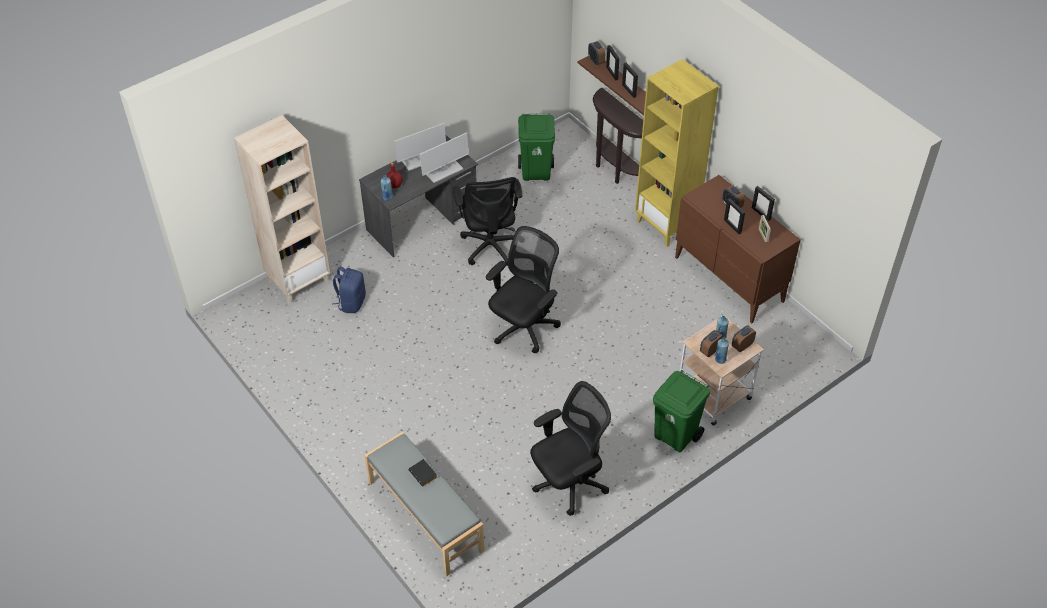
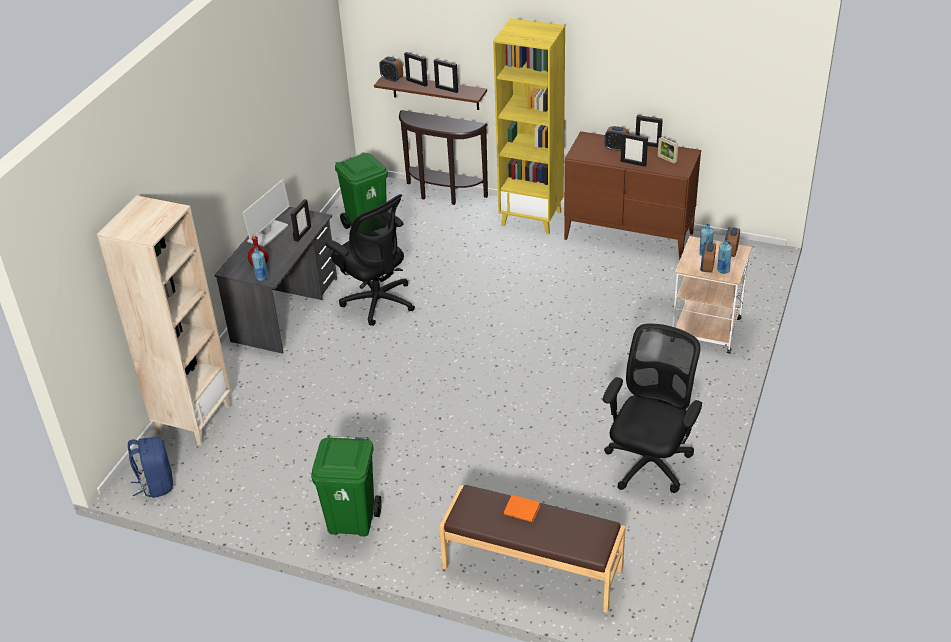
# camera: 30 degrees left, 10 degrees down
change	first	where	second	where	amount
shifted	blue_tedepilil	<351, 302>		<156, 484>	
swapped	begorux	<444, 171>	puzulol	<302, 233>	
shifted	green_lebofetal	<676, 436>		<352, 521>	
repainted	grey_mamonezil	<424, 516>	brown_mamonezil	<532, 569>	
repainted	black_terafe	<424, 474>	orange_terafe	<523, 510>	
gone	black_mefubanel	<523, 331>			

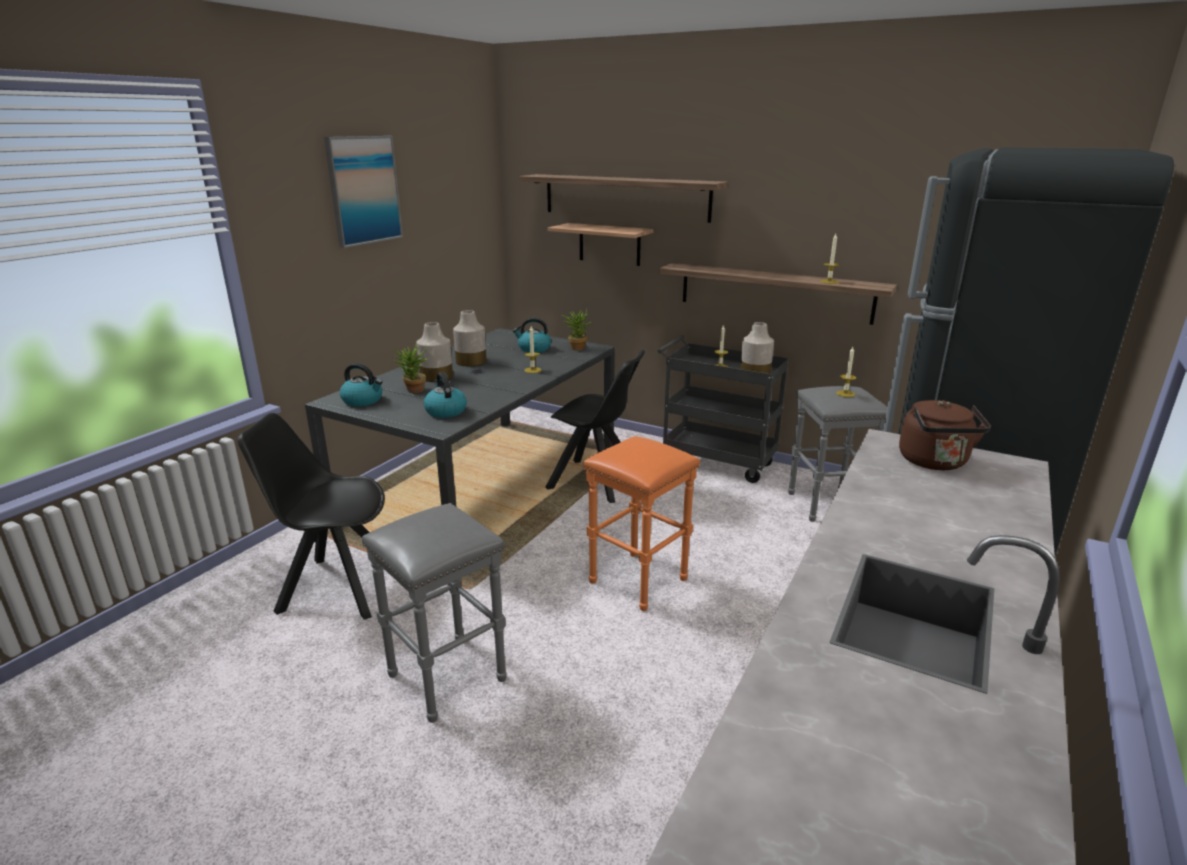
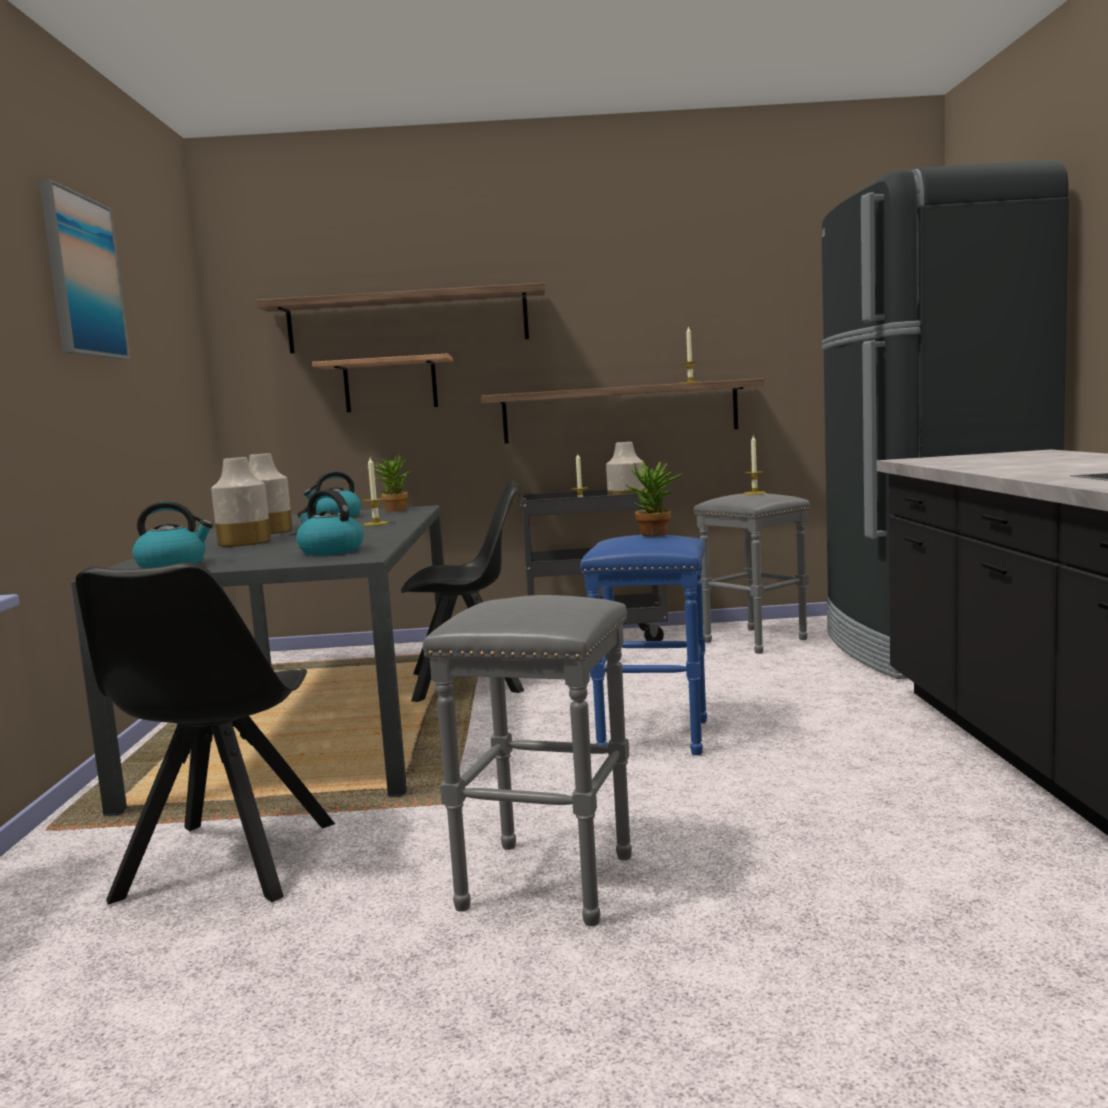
# camera: 30 degrees left, 15 degrees down
change	first	where	second	where	amount
rotated	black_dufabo	<337, 587>		<225, 864>	60 degrees counterclockwise
repainted	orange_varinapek	<640, 580>	blue_varinapek	<656, 735>	
shifted	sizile	<414, 391>		<656, 535>	
gone	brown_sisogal	<935, 463>			

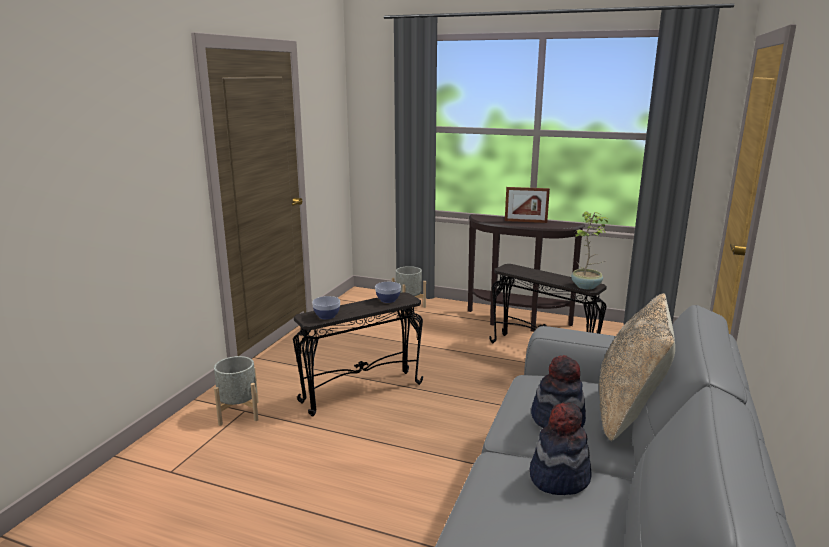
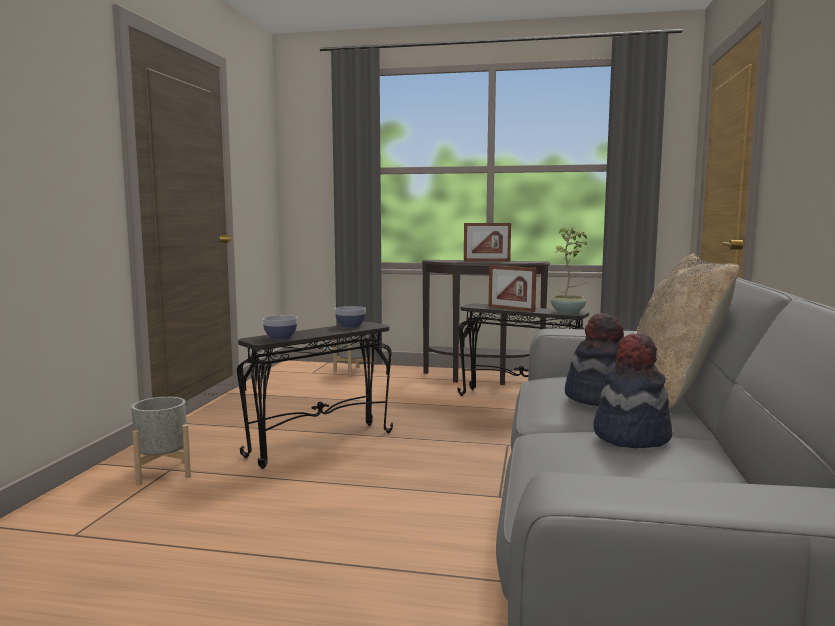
# camera: 10 degrees left, 10 degrees down
change	first	where	second	where	amount
new			puzulol	<511, 309>	

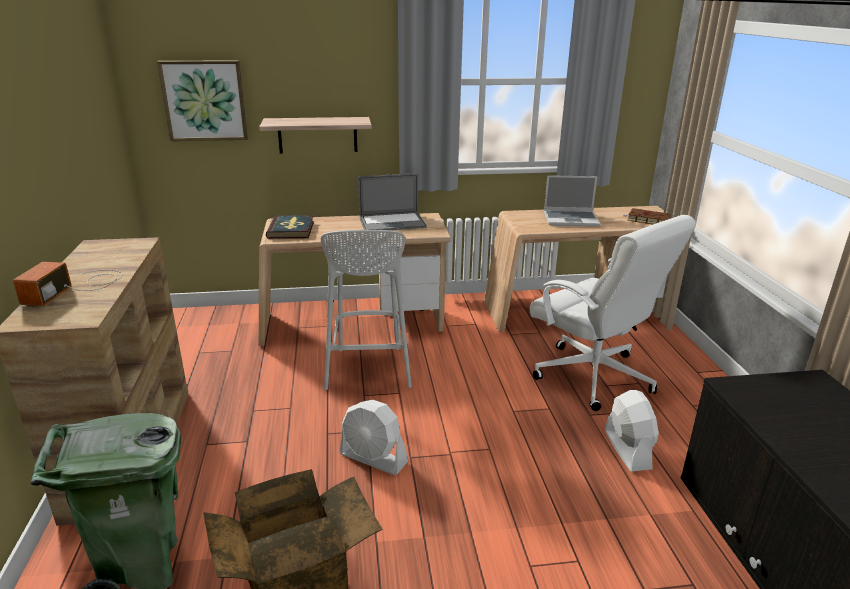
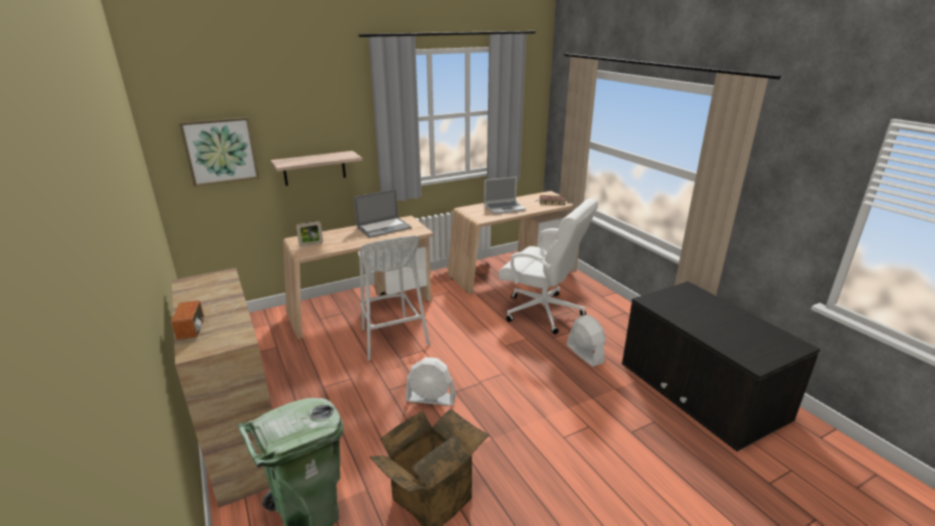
# camera: 20 degrees left, 0 degrees up
change	first	where	second	where	amount
swapped	terafe	<291, 230>	puzulol	<311, 244>	

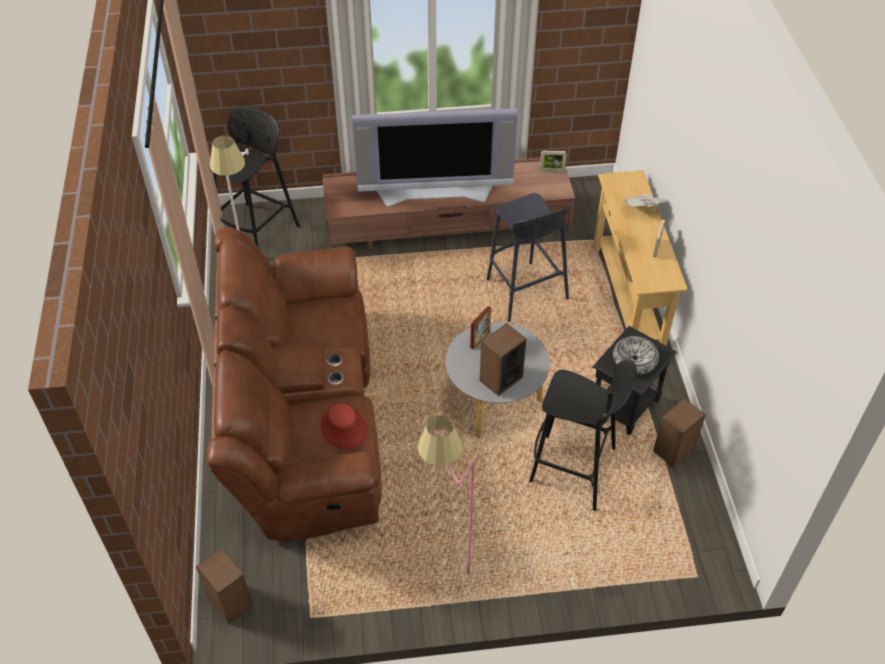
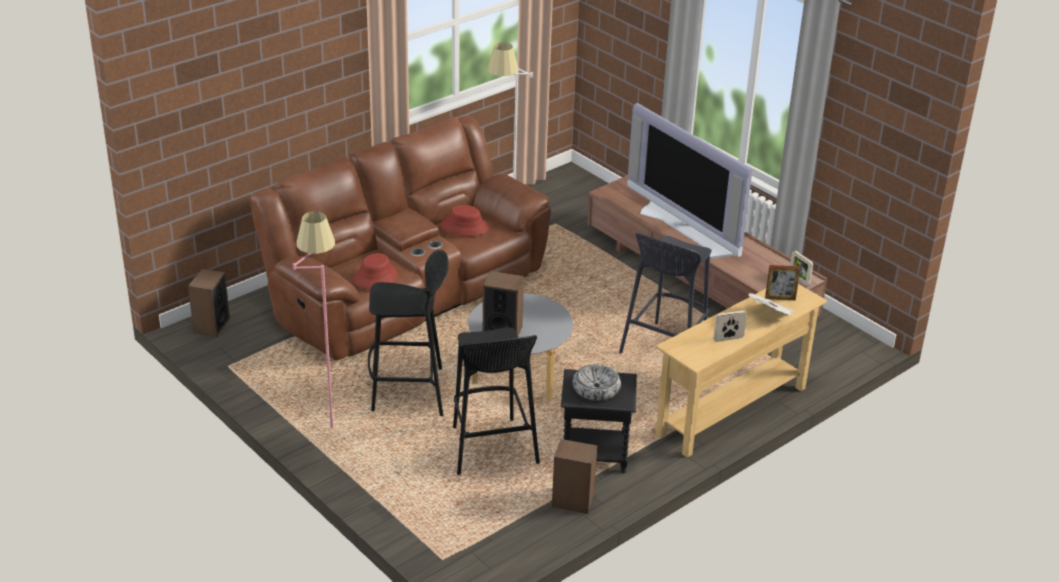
# camera: 55 degrees right, 15 degrees down
change	first	where	second	where	amount
shifted	black_varinapek	<257, 230>		<410, 392>	
new			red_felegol	<464, 227>	
shifted	puzulol	<480, 339>		<780, 298>	

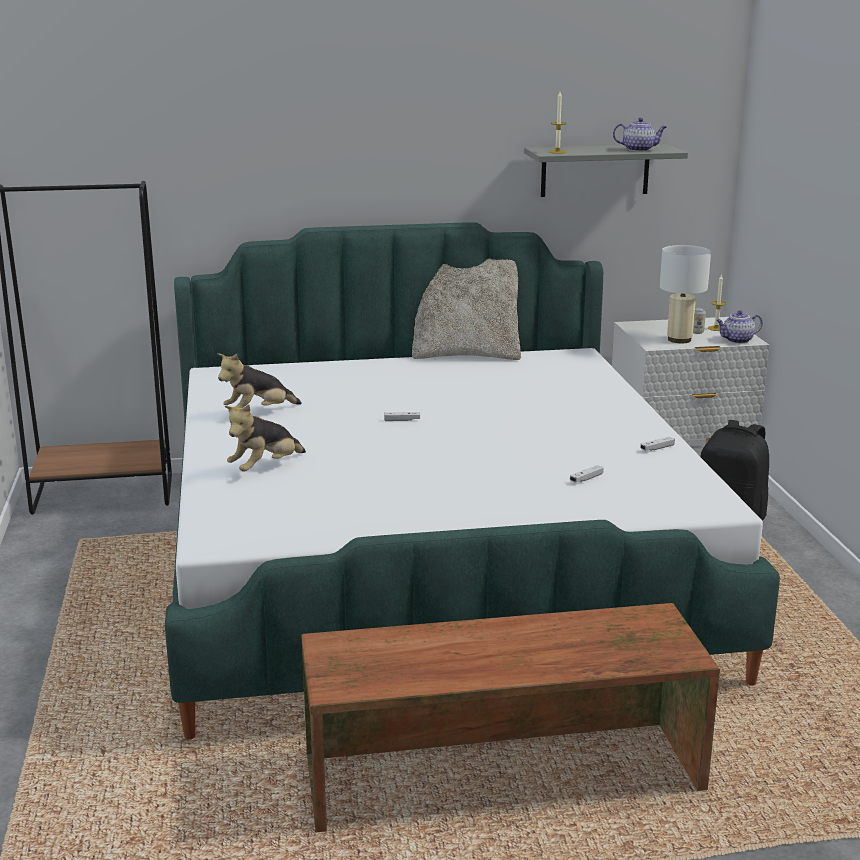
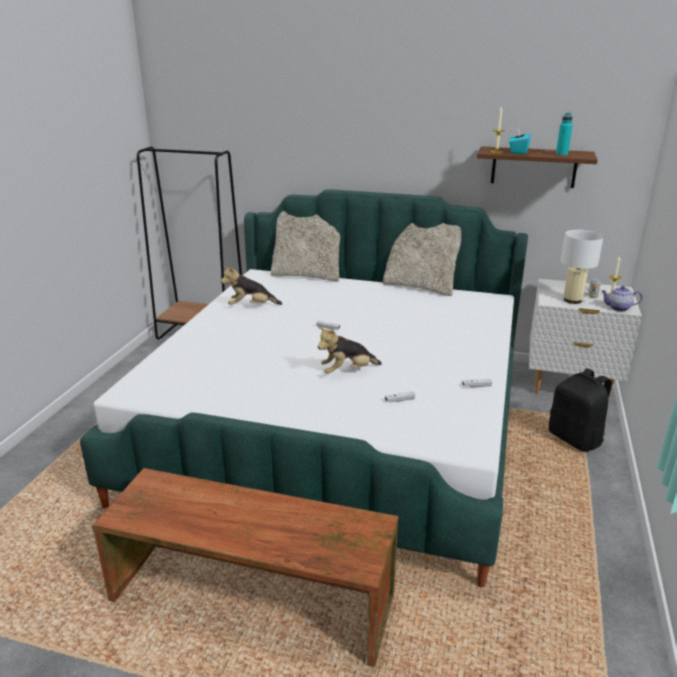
# camera: 25 degrees right, 5 degrees up
change	first	where	second	where	amount
new			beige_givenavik	<307, 274>	
shifted	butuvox	<265, 468>		<347, 371>	
repainted	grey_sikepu	<595, 170>	brown_sikepu	<533, 167>	
new			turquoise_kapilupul	<518, 152>	
swapped	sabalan	<639, 150>	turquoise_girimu	<561, 154>	

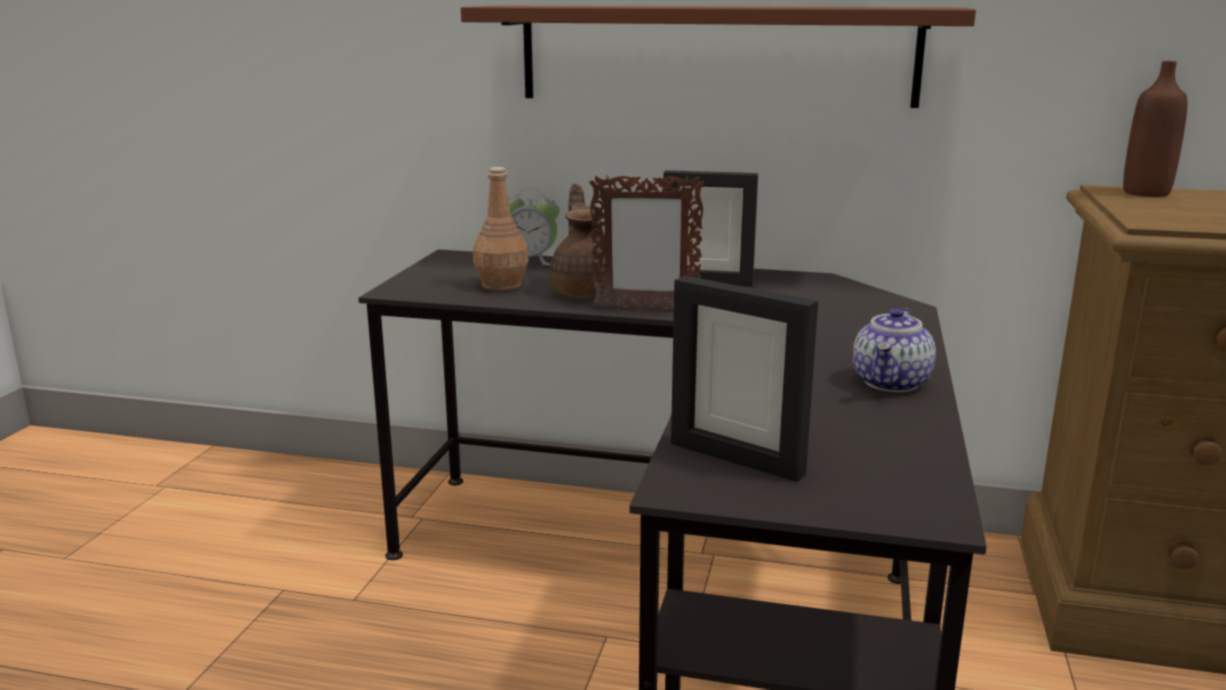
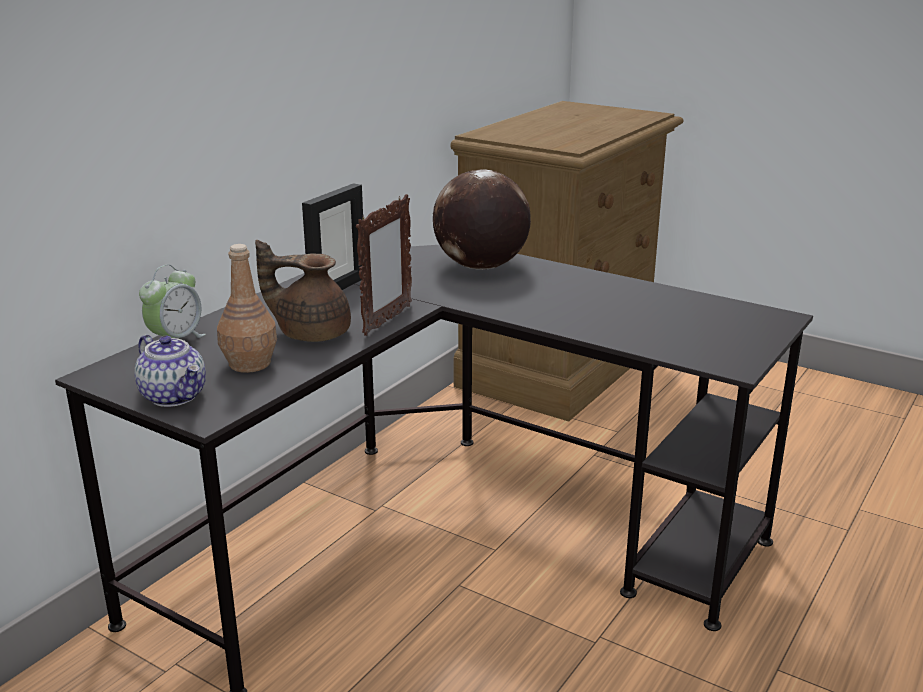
# camera: 70 degrees left, 5 degrees up
change	first	where	second	where	amount
shifted	sabalan	<892, 383>		<175, 396>	
new			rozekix	<480, 267>	
gone	brown_sikepu	<715, 55>			
gone	puzulol	<737, 457>			
gone	brown_girimu	<1146, 193>			

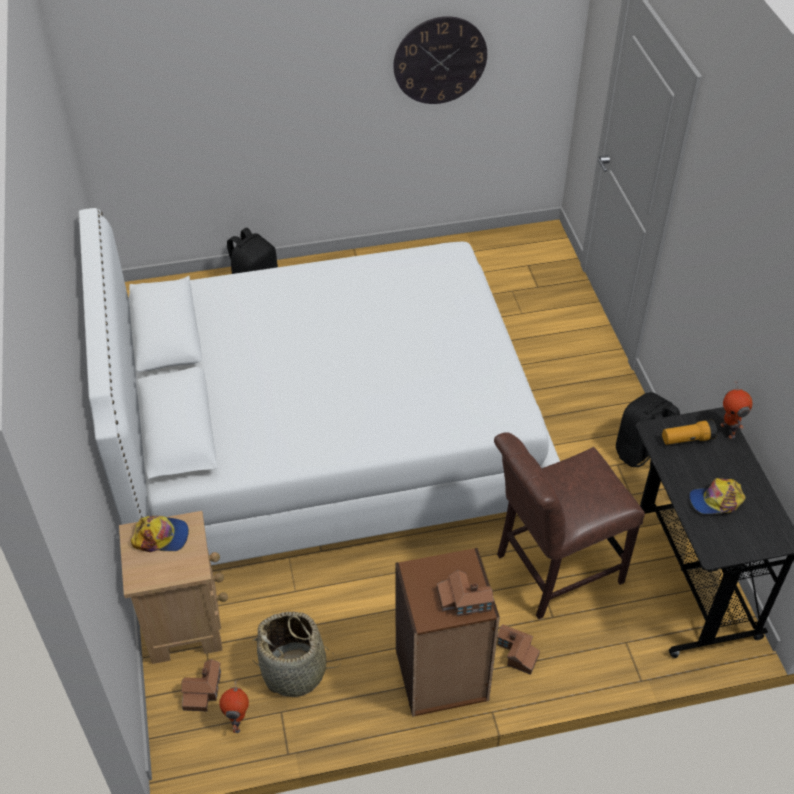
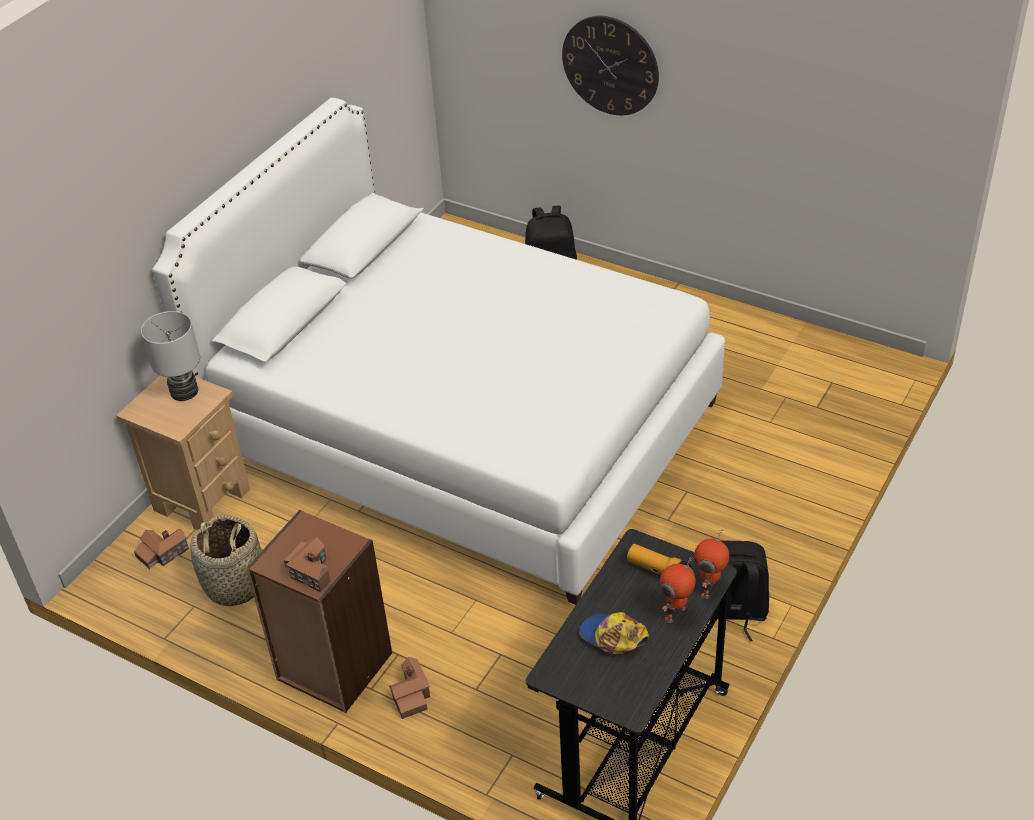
# camera: 45 degrees right, 5 degrees down
change	first	where	second	where	amount
swapped	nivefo	<161, 537>	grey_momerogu	<184, 392>	
shifted	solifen	<440, 60>		<610, 65>	
shifted	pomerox	<238, 723>		<676, 615>	
gone	brown_dufabo	<552, 570>			

